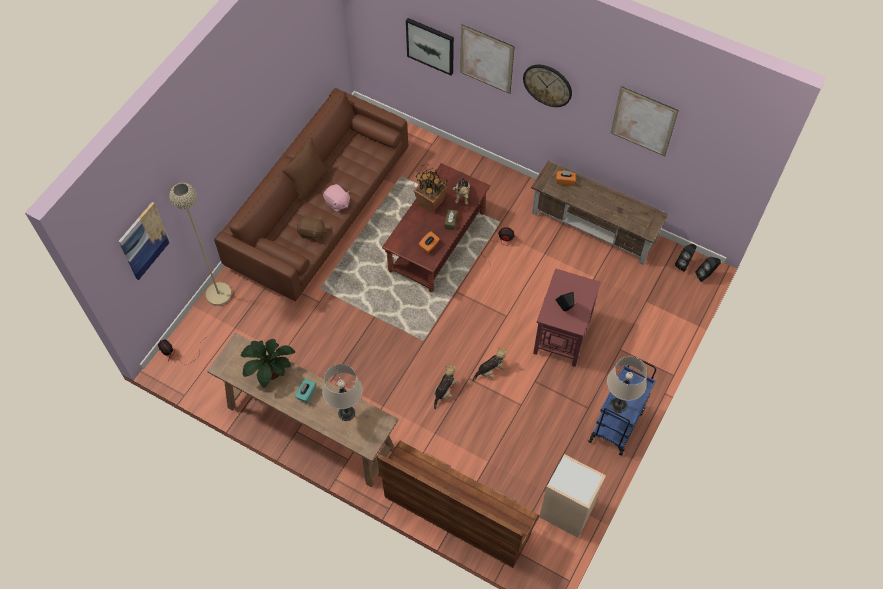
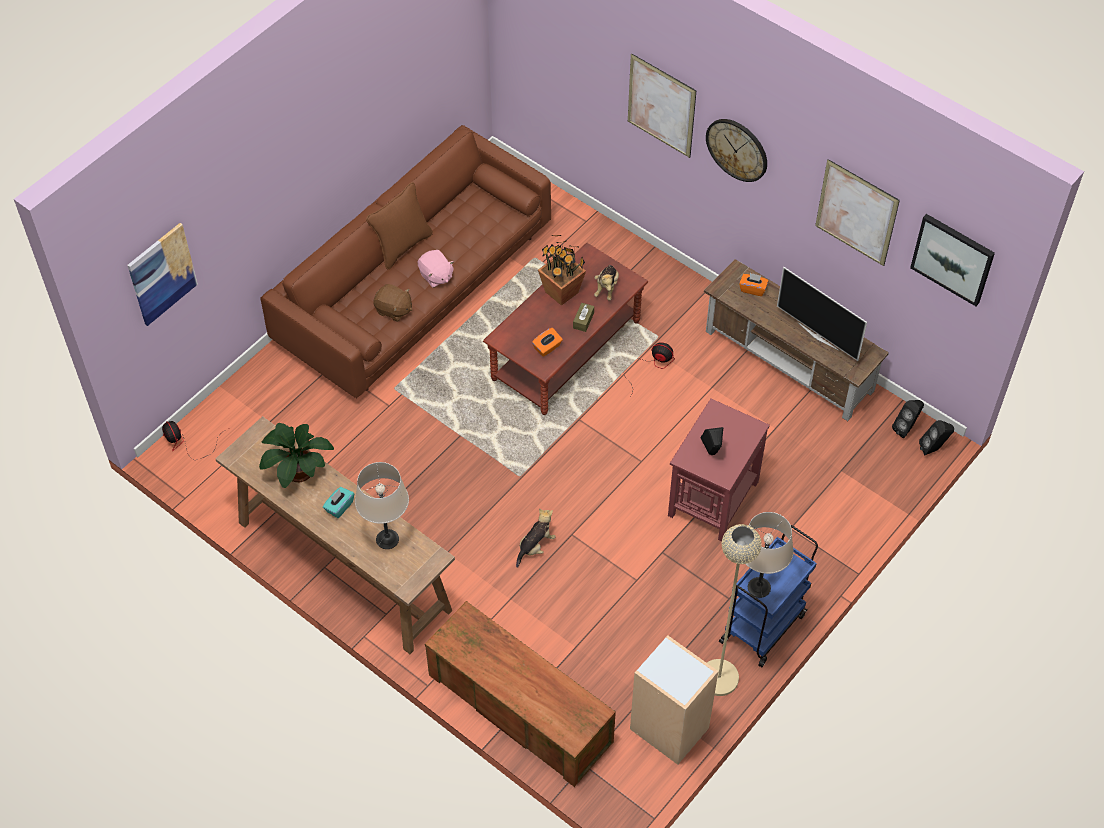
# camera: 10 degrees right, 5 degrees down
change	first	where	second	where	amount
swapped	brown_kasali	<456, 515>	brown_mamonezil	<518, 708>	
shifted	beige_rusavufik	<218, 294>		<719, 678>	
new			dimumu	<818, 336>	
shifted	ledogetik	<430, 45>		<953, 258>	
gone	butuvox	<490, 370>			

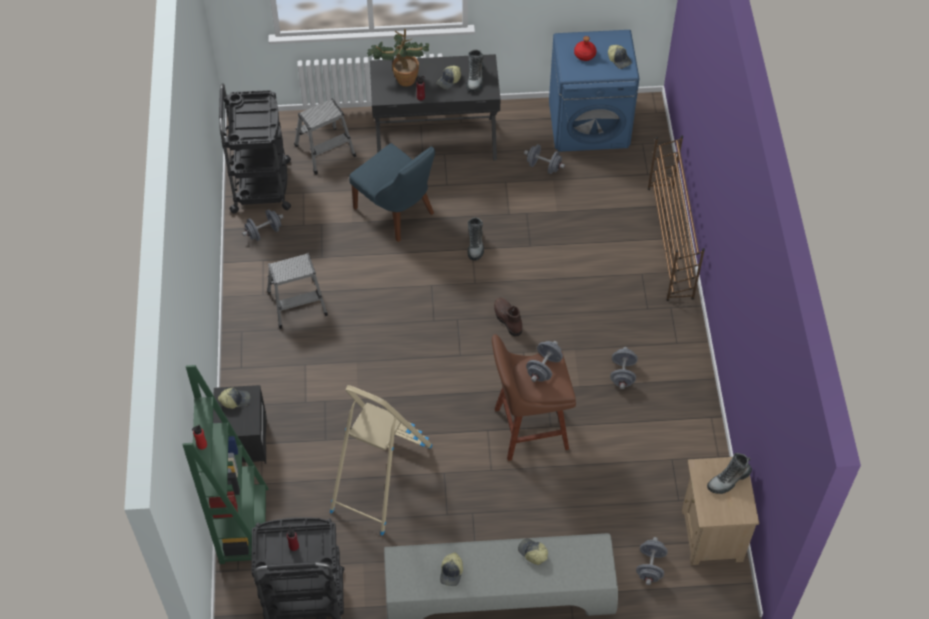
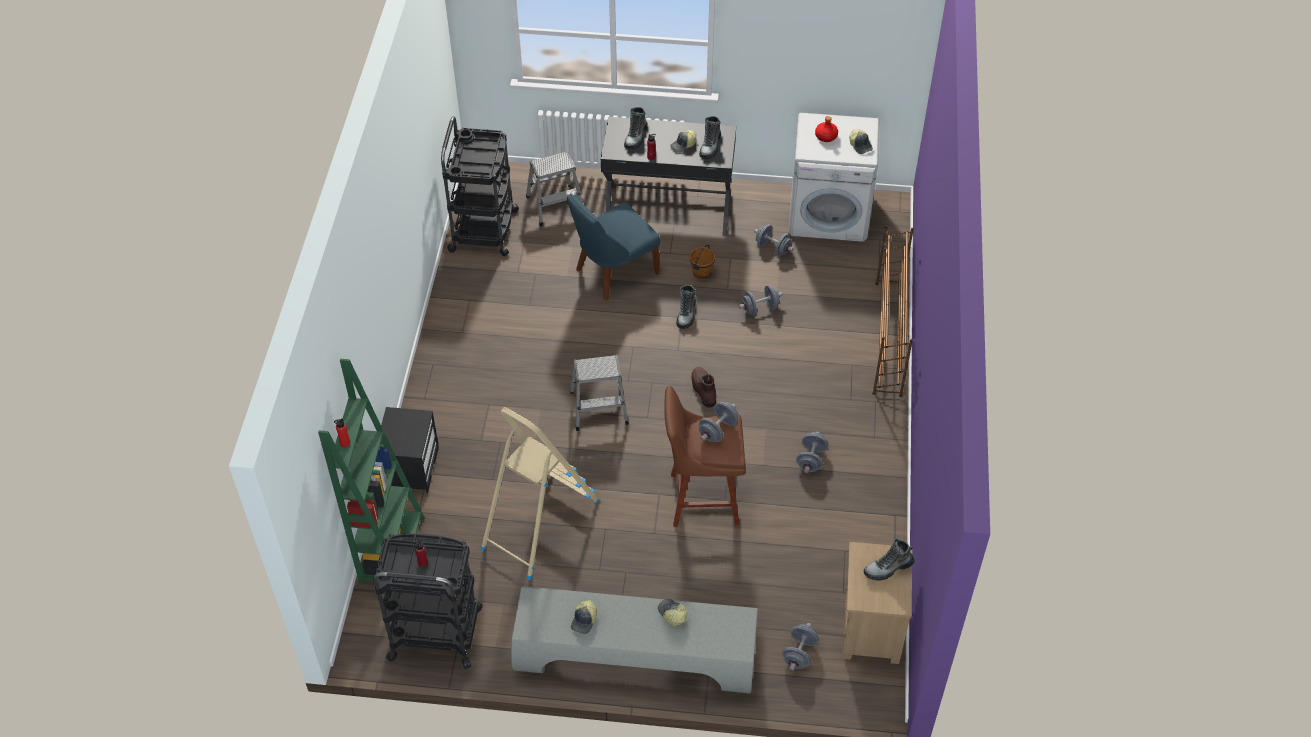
# camera: 10 degrees right, 5 degrees down
change	first	where	second	where	amount
rotated	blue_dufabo	<396, 212>		<613, 272>	90 degrees clockwise
shifted	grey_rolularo	<296, 302>		<598, 407>	
swapped	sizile	<401, 78>	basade	<636, 137>	
new			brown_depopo	<702, 274>	
shifted	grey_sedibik	<264, 232>		<760, 308>	
repainted	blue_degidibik	<590, 125>	white_degidibik	<829, 215>	
gone	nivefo	<235, 400>			

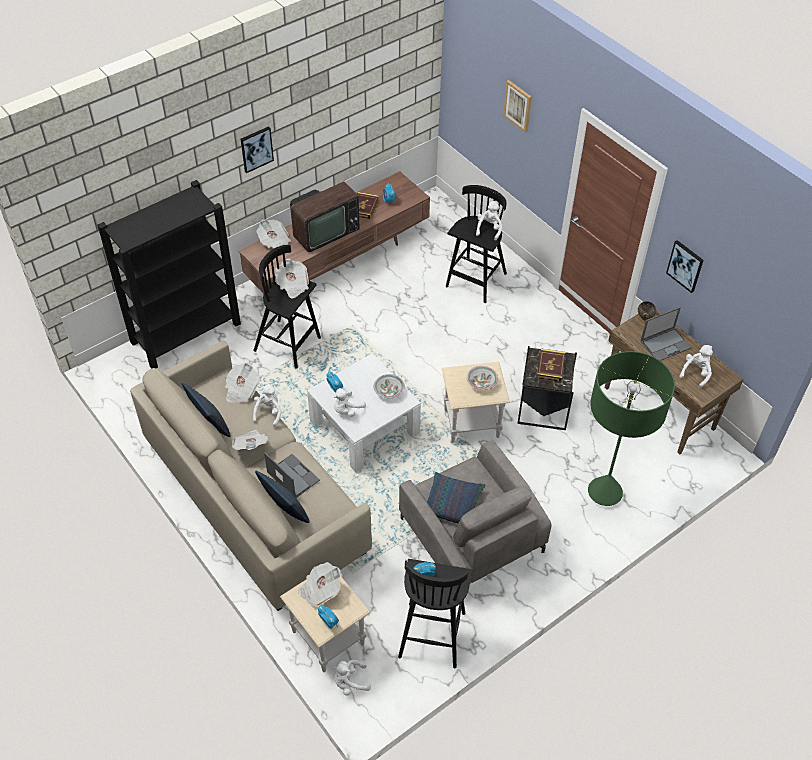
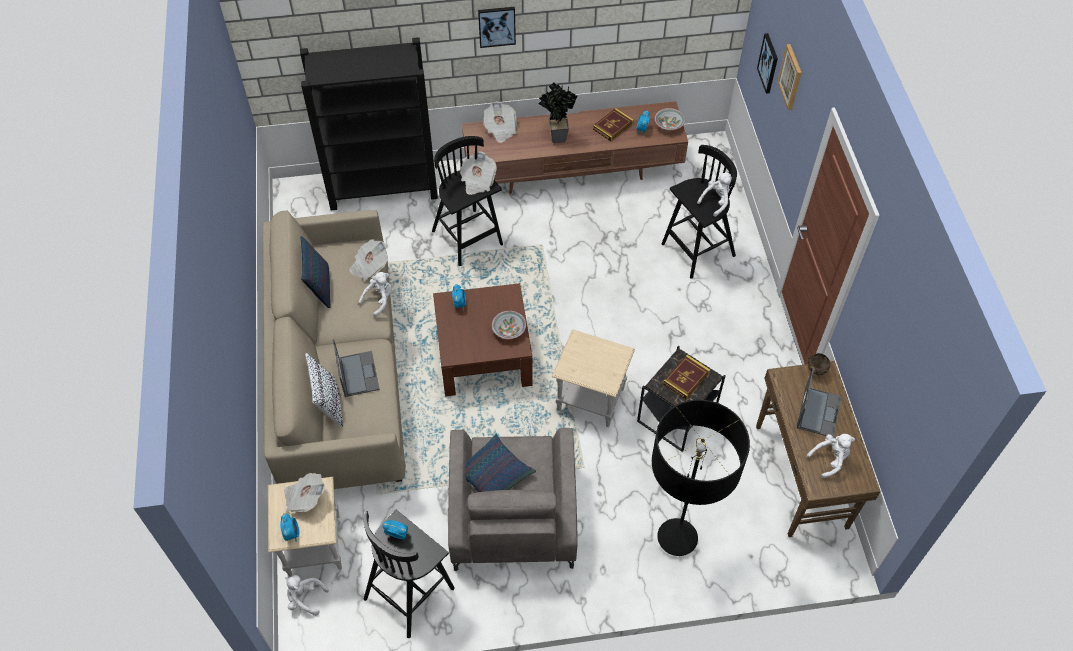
# camera: 30 degrees right, 5 degrees up
change	first	where	second	where	amount
repainted	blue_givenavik	<285, 510>	white_givenavik	<329, 403>	
repainted	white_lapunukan	<364, 427>	brown_lapunukan	<484, 355>	
swapped	dimumu	<323, 232>	sizile	<555, 137>	
repainted	green_rusavufik	<604, 494>	black_rusavufik	<677, 539>	
shifted	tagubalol	<482, 383>		<669, 125>	
shifted	ledogetik	<685, 266>		<768, 63>	
rotated	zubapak	<666, 344>		<818, 411>	75 degrees counterclockwise
gone	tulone	<251, 446>			
gone	white_butuvox	<347, 410>			

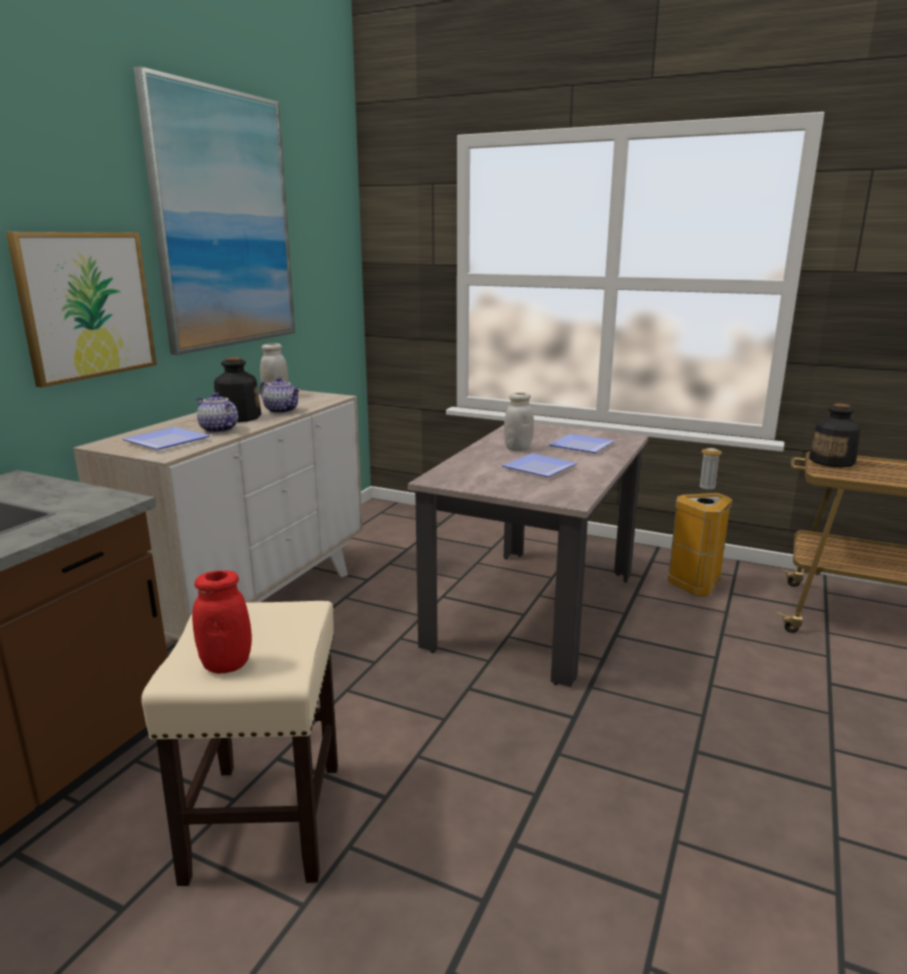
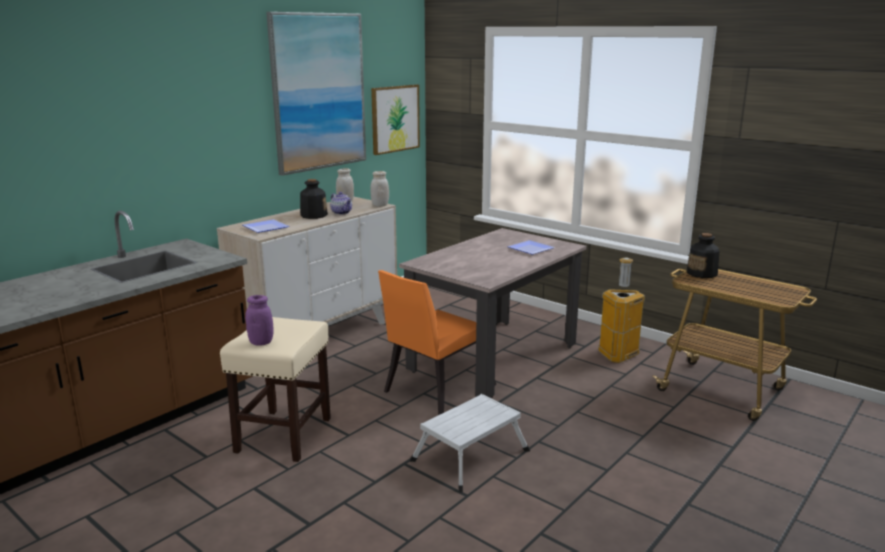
# camera: 15 degrees right, 0 degrees up
change	first	where	second	where	amount
repainted	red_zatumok	<226, 665>	purple_zatumok	<261, 342>	
shifted	white_zatumok	<518, 448>		<380, 205>	
shifted	ledogetik	<86, 305>		<395, 119>	
new			orange_dufabo	<434, 390>	
new			white_rolularo	<471, 455>	
gone	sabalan	<217, 430>			
gone	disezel	<536, 468>			

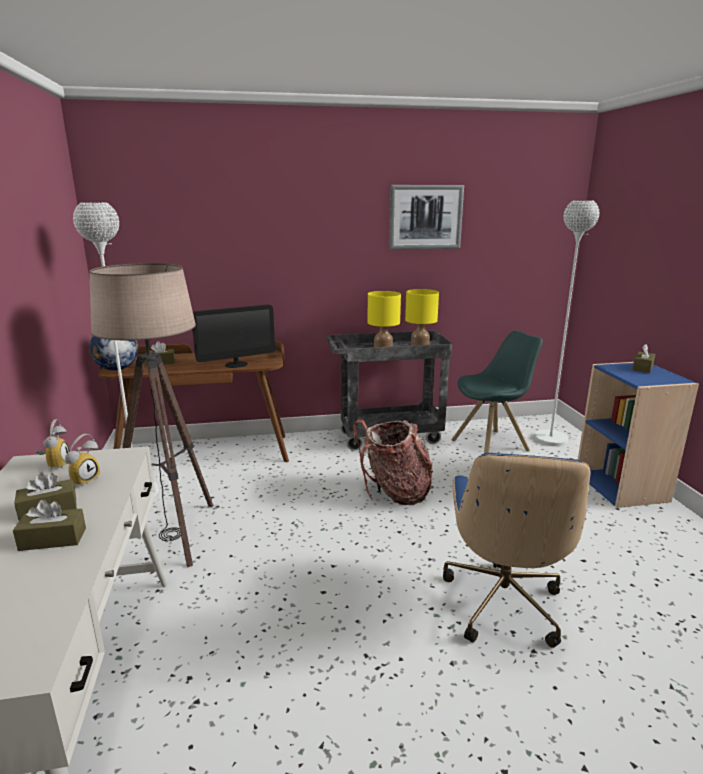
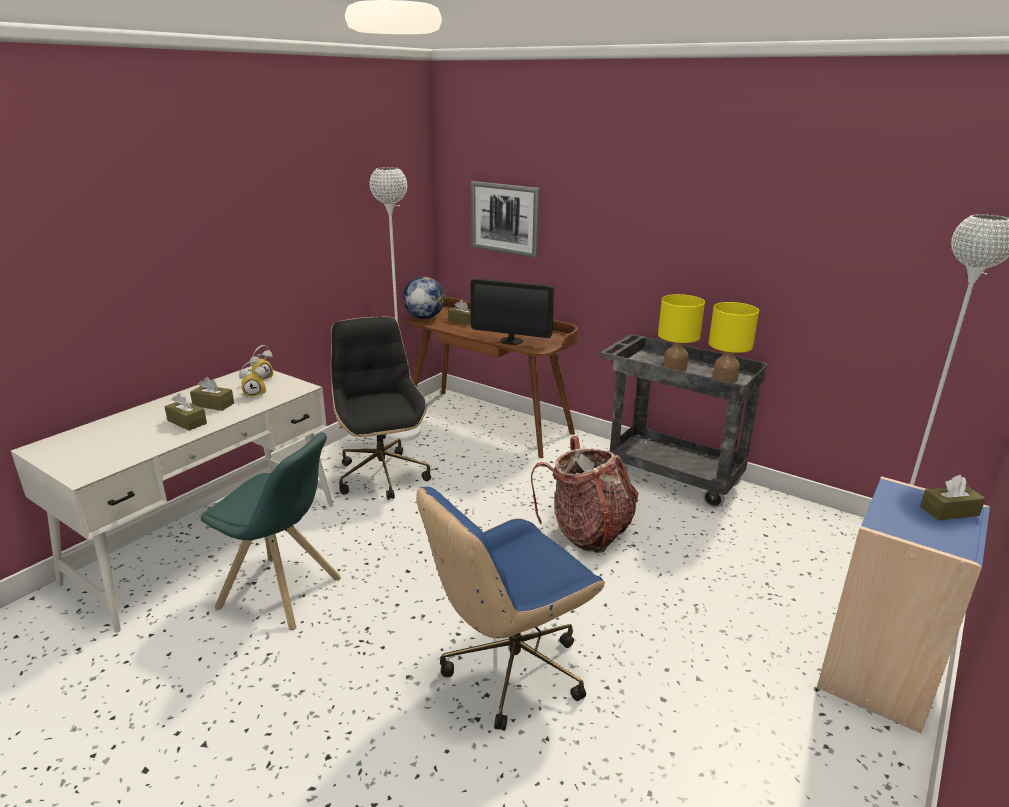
# camera: 45 degrees right, 5 degrees up
change	first	where	second	where	amount
shifted	turquoise_dufabo	<491, 445>		<281, 592>	
swapped	rusavufik	<172, 534>	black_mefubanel	<382, 473>	
shifted	ledogetik	<425, 217>		<505, 218>	

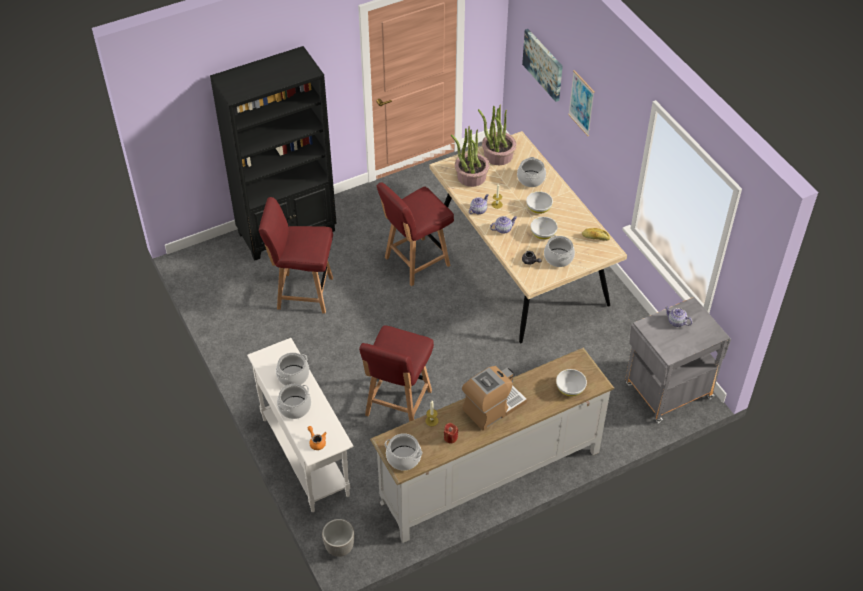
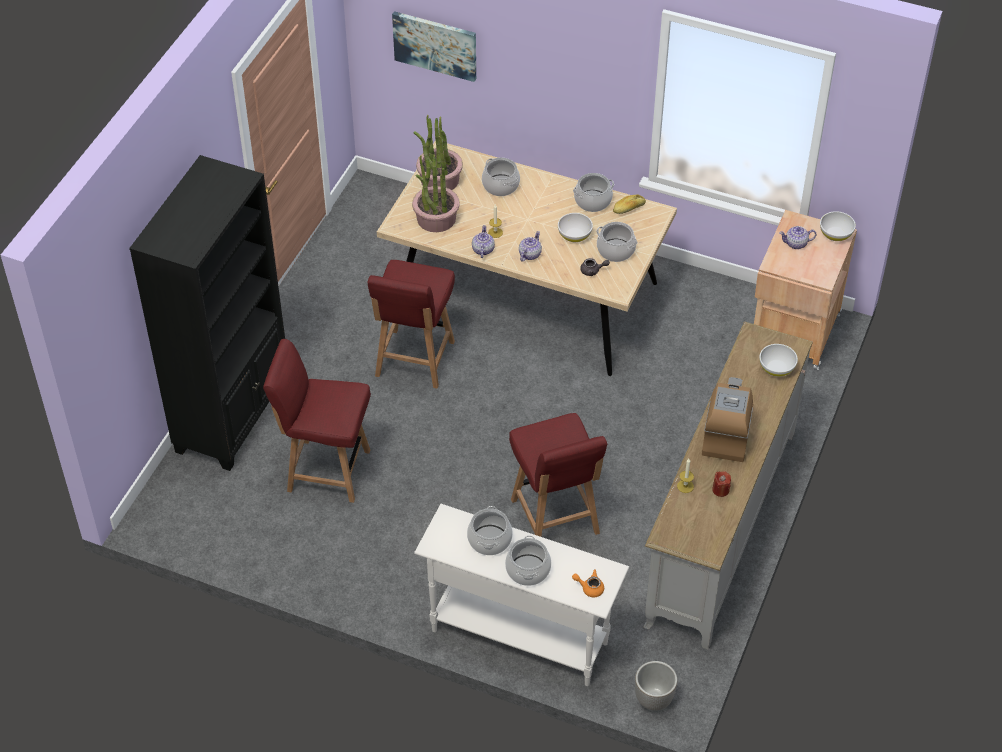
# camera: 40 degrees left, 0 degrees up
change	first	where	second	where	amount
rotated	red_dufabo	<303, 292>		<326, 470>	45 degrees clockwise
shifted	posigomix	<403, 458>		<593, 201>	
repainted	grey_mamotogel	<667, 392>	brown_mamotogel	<794, 334>	
shifted	white_tagubalol	<538, 208>		<835, 234>	
gone	ledogetik	<581, 103>			

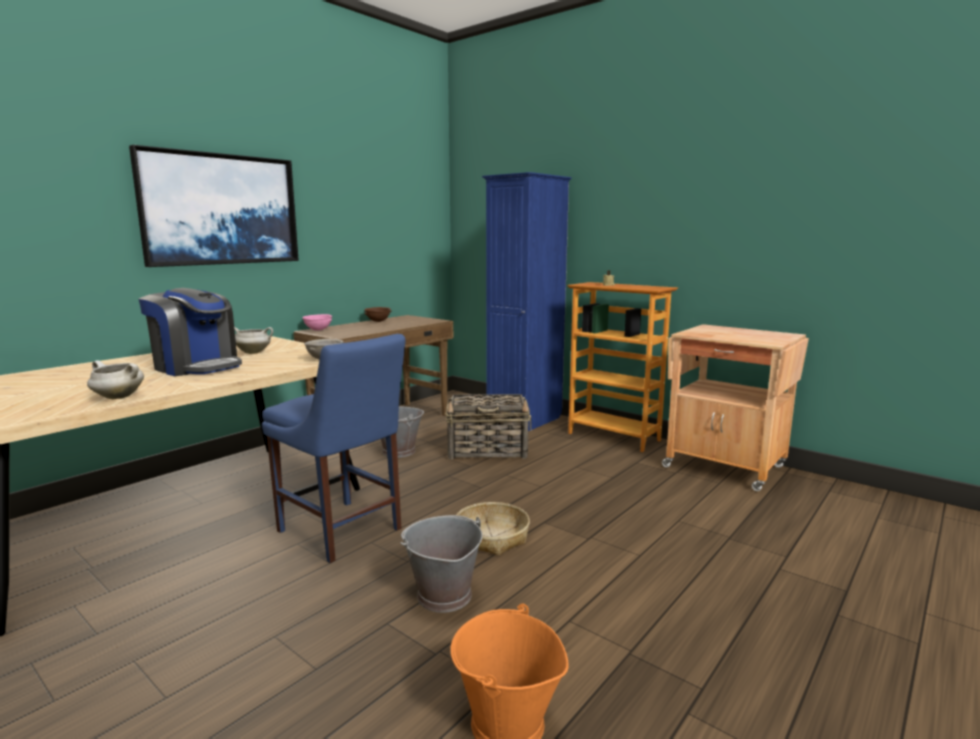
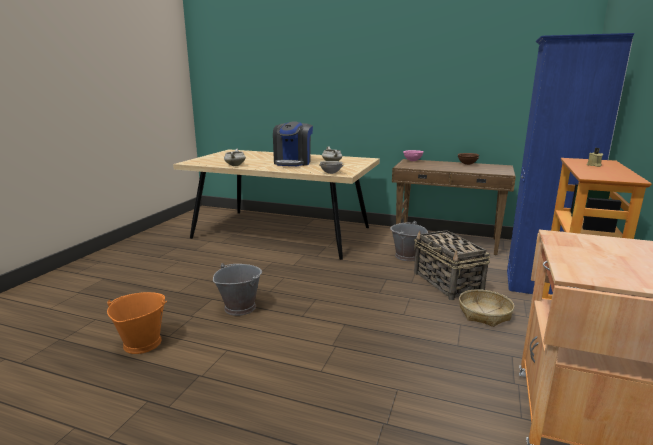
# camera: 70 degrees right, 5 degrees up
change	first	where	second	where	amount
shifted	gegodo	<492, 537>		<484, 314>	
gone	ledogetik	<221, 209>			
gone	blue_dufabo	<342, 532>			

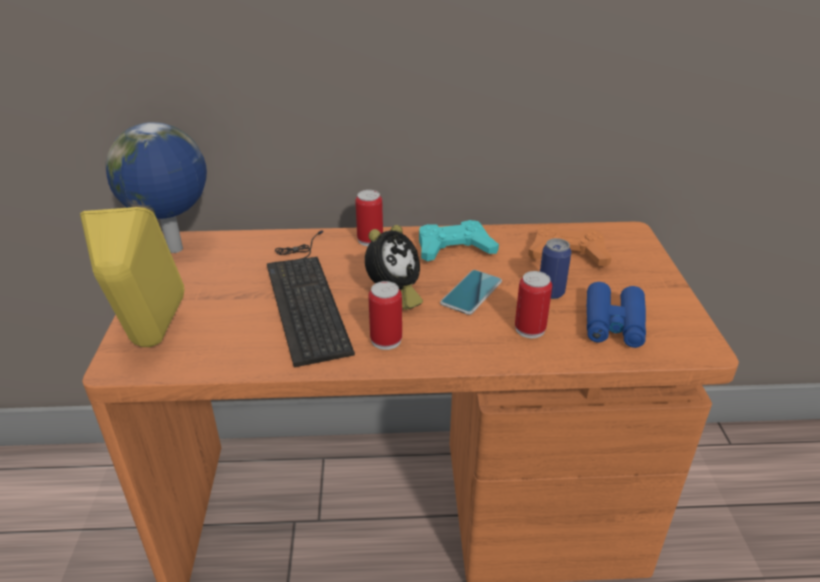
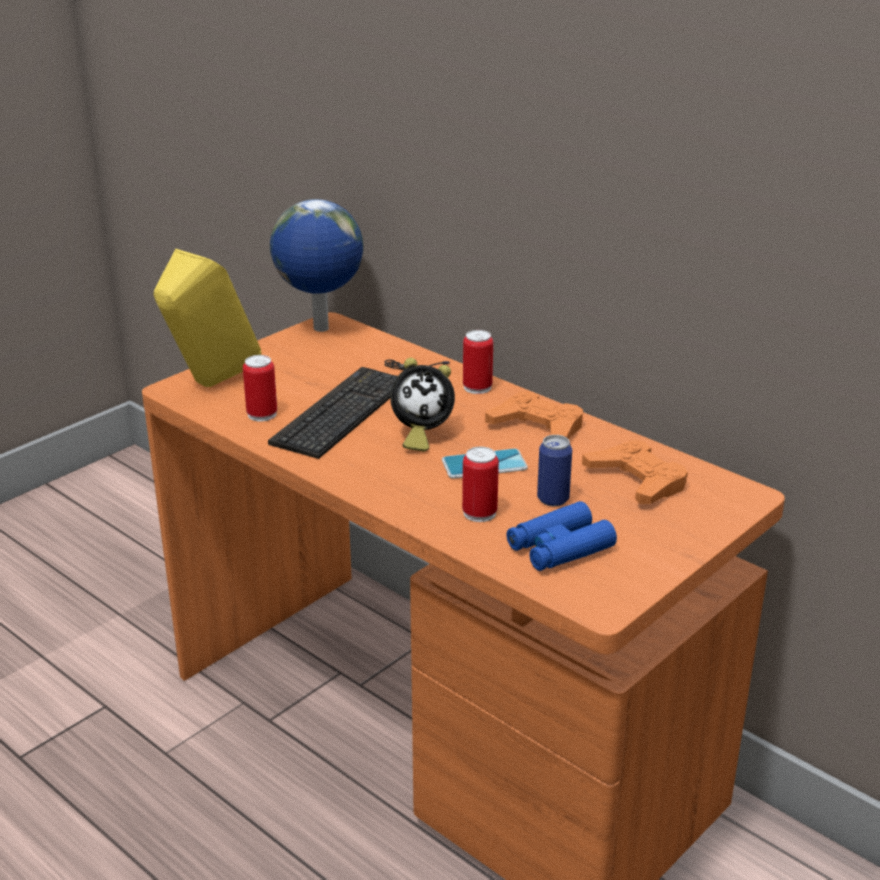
# camera: 45 degrees right, 5 degrees down
change	first	where	second	where	amount
shifted	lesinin	<386, 340>		<262, 414>	
repainted	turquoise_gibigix	<454, 248>	orange_gibigix	<537, 426>	

